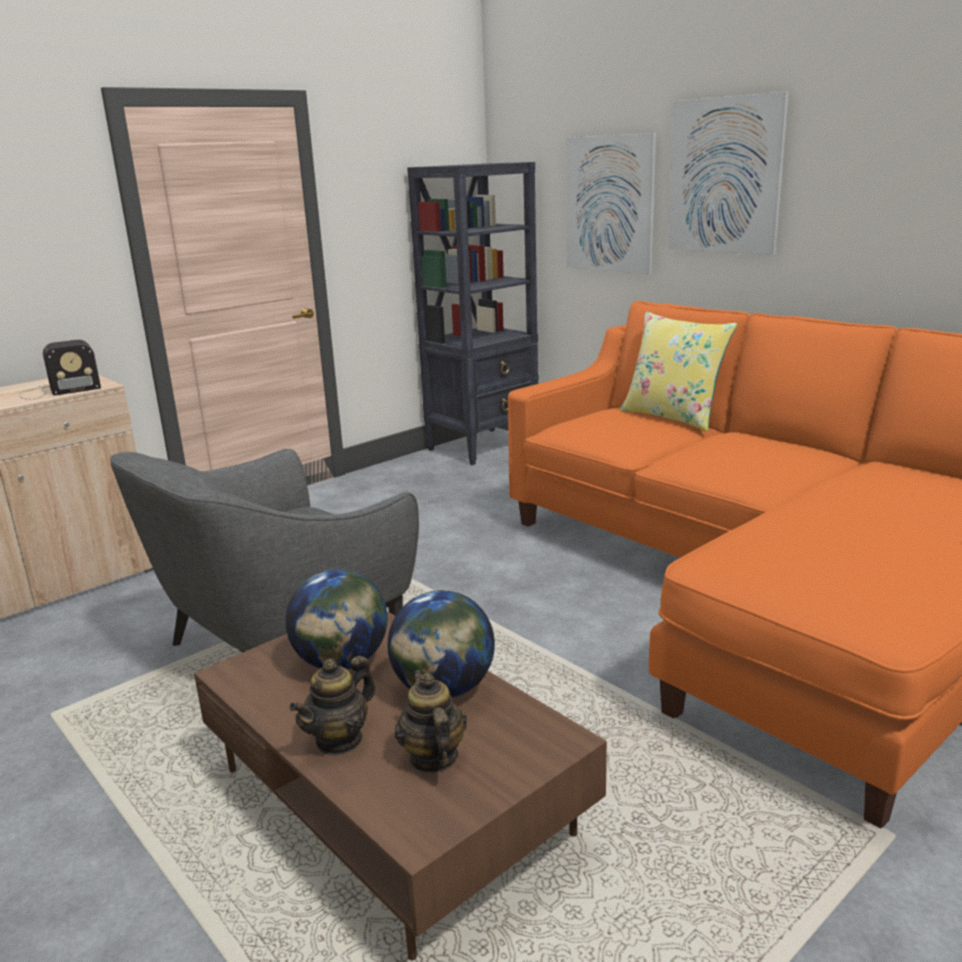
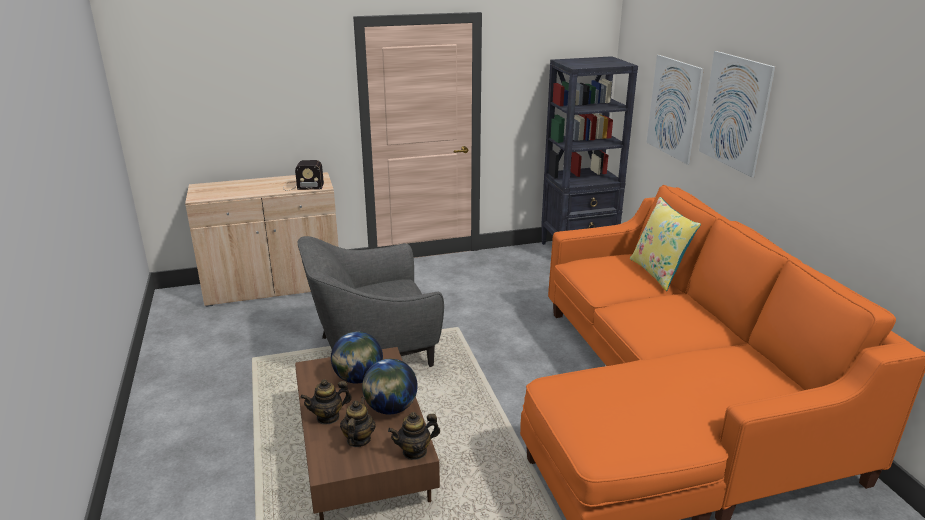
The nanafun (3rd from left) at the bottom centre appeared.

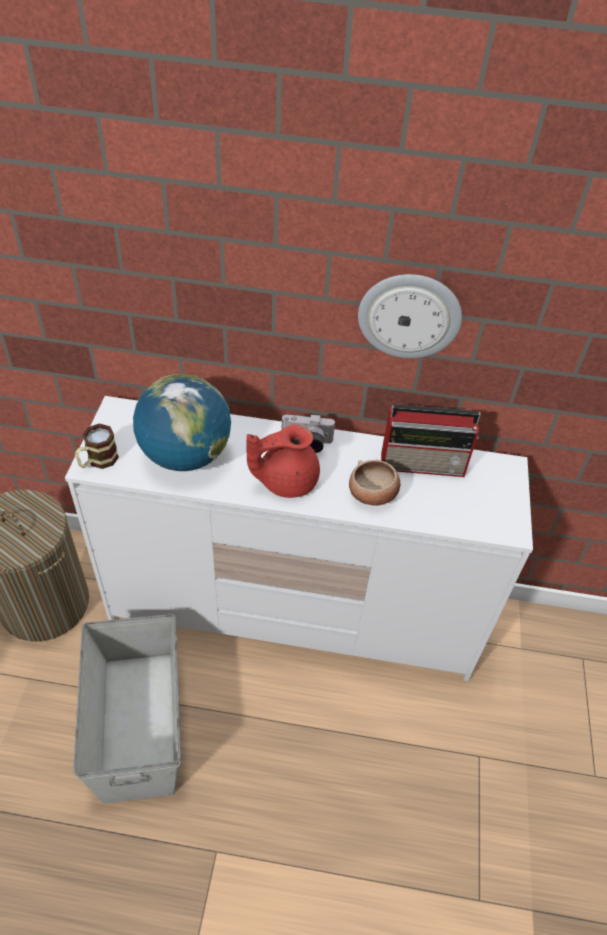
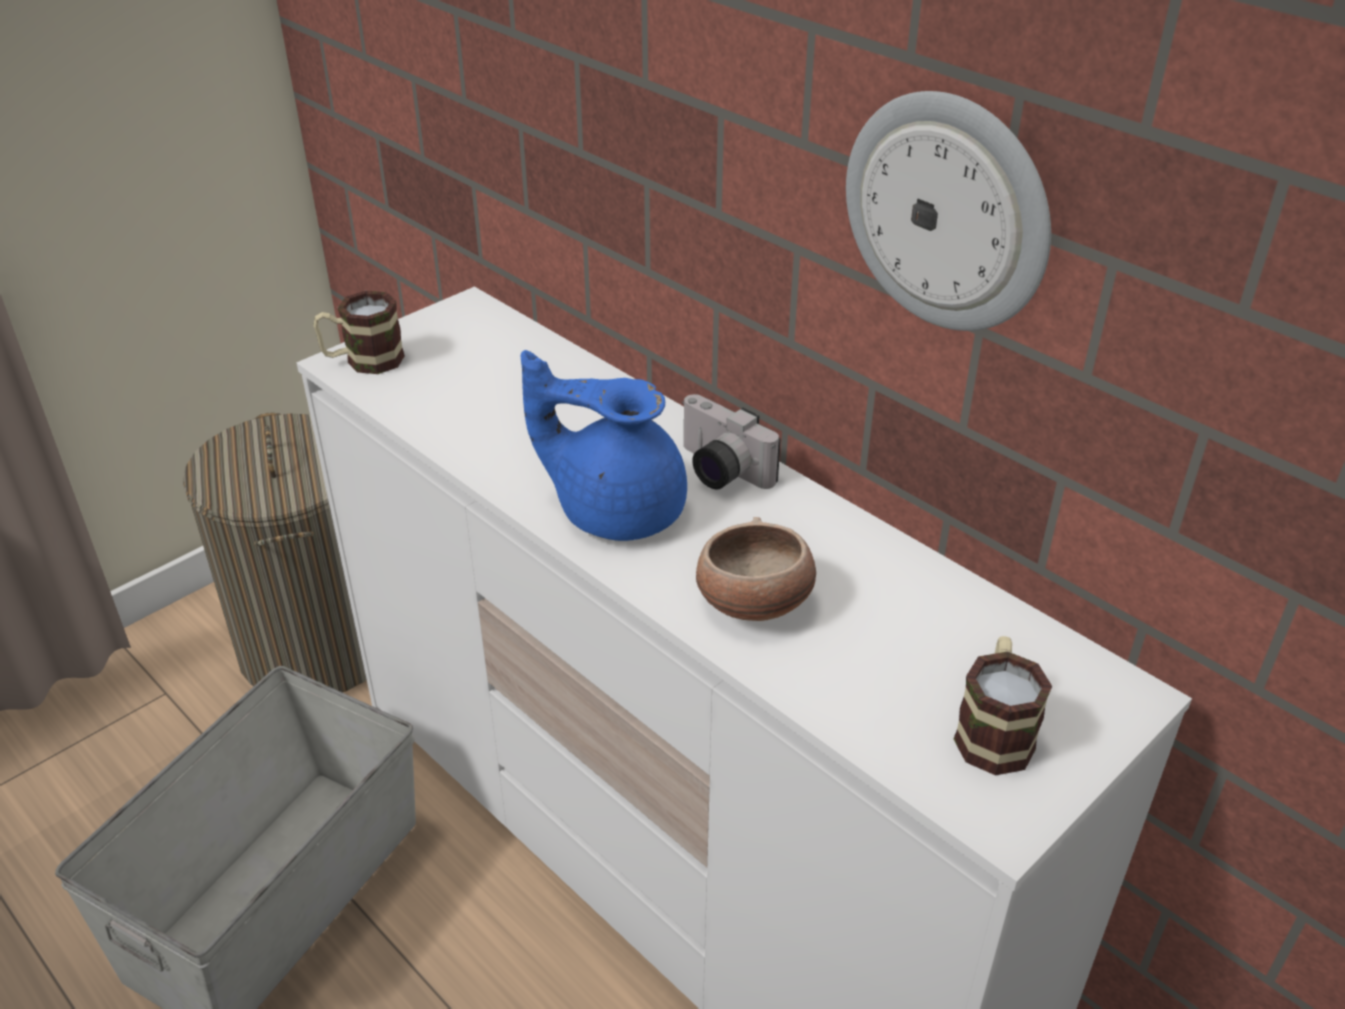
The red_nanafun at the centre became the blue_nanafun at the centre. The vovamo (2nd from left) at the bottom right appeared. The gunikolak at the middle left disappeared. The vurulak at the middle right disappeared.

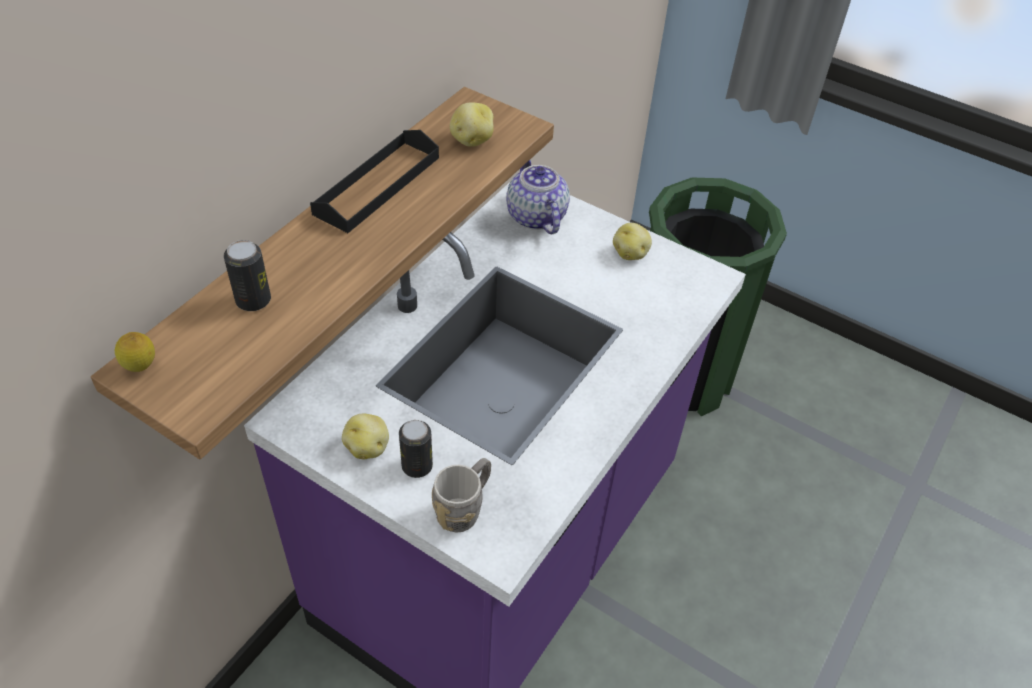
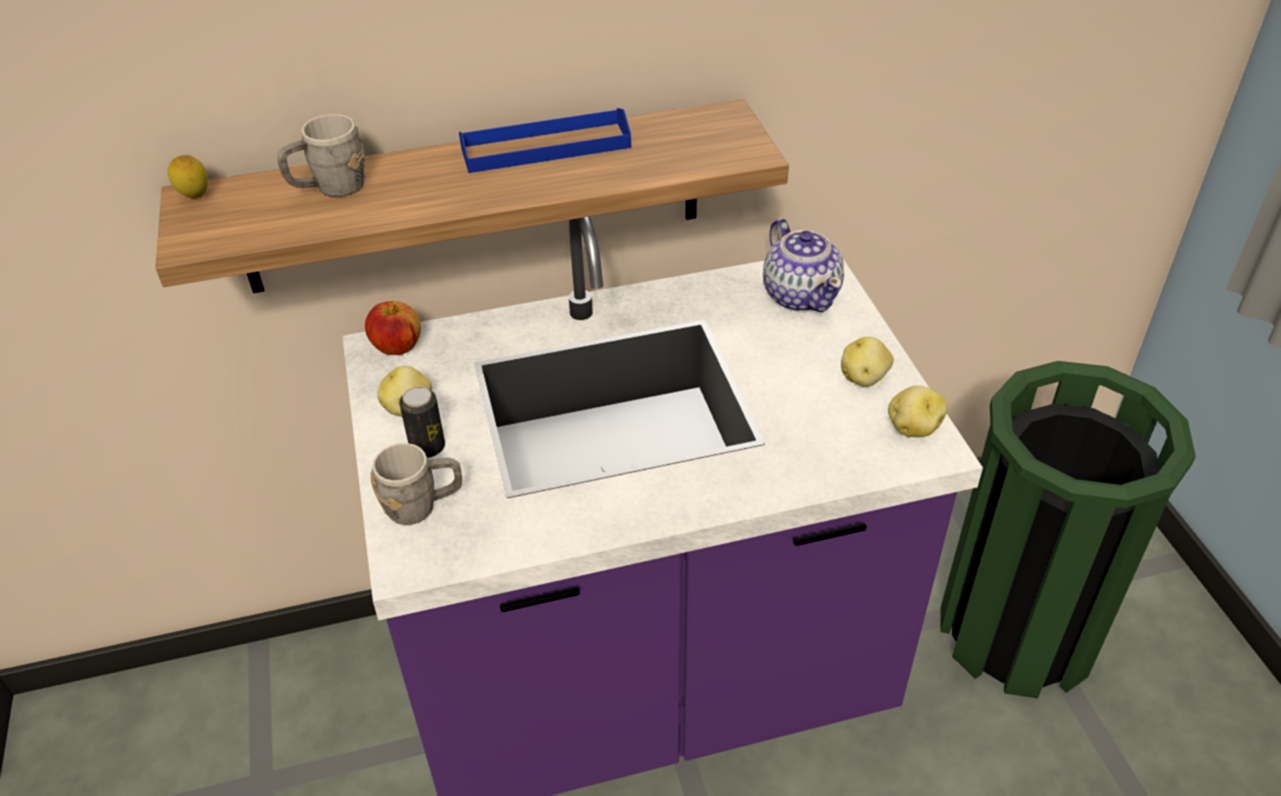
The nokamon (1st from left) at the middle left was replaced by the grey_vovamo (1st from left) at the top left. The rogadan at the middle left appeared. The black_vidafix at the top centre became the blue_vidafix at the top centre. The nanafun at the top centre turned 135 degrees clockwise. The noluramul (2nd from left in the first image) moved from the top centre to the middle right.

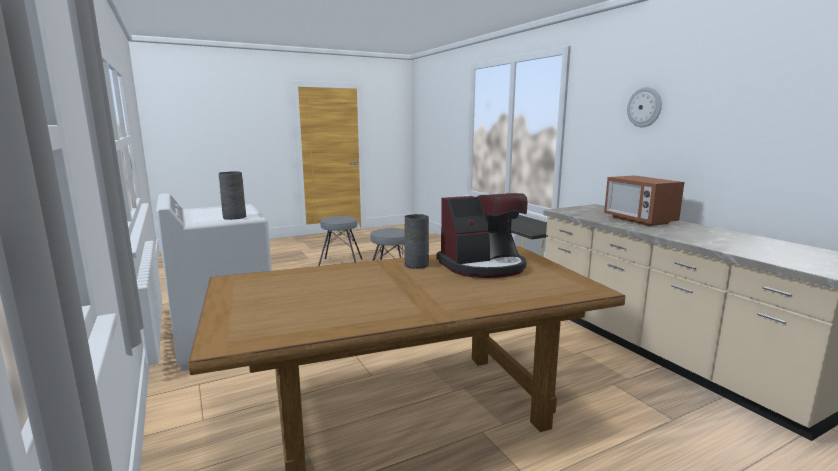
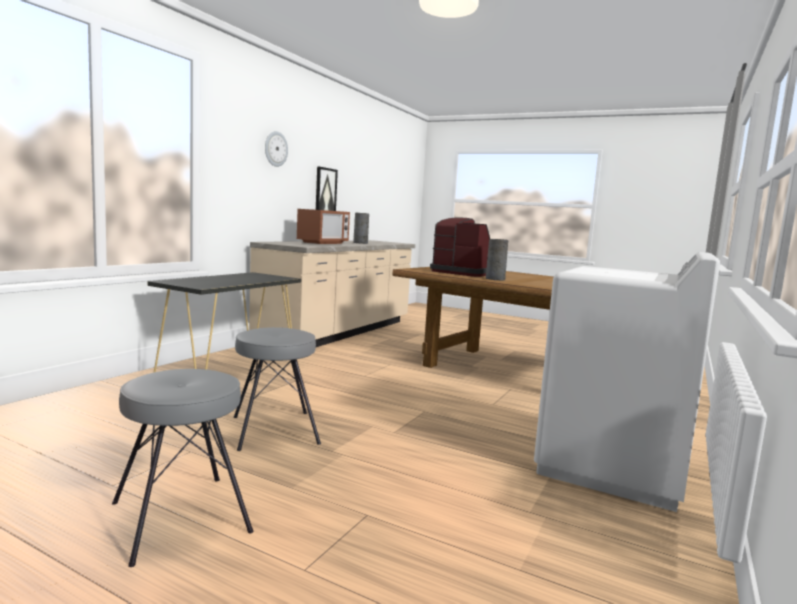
The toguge at the top centre appeared. The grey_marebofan (1st from left) moved from the middle left to the centre.

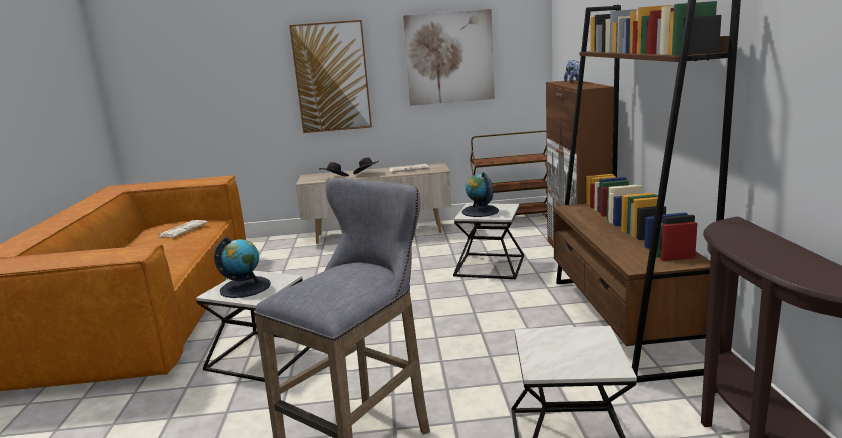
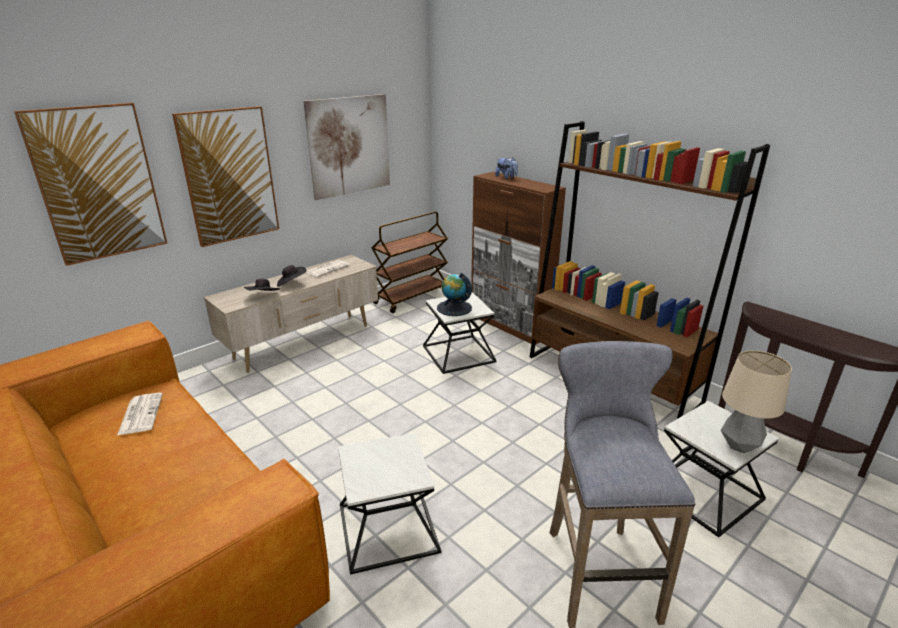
The toguge (1st from left) at the top left appeared. The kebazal at the middle right appeared. The gunikolak (1st from left) at the middle left disappeared.

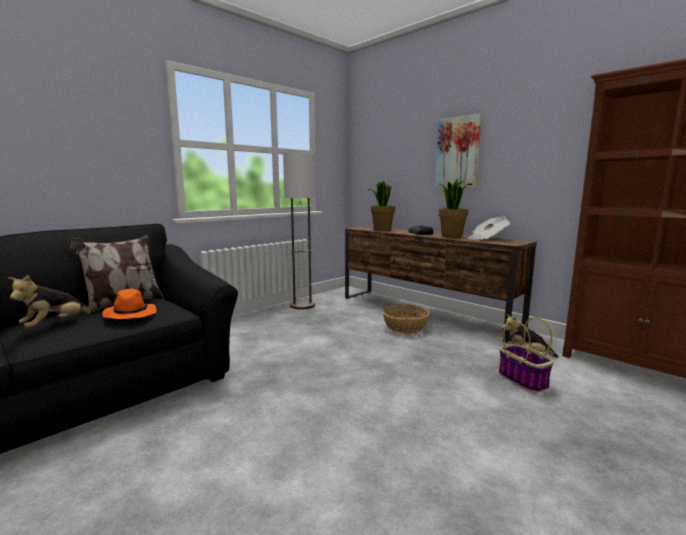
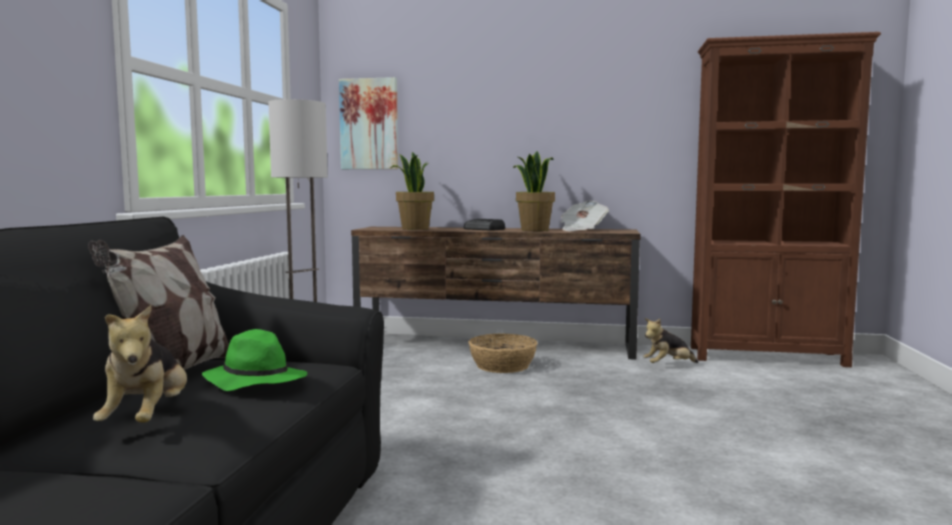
The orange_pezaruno at the middle left became the green_pezaruno at the bottom left. The toguge moved from the top right to the top centre. The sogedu (2nd from left) at the middle right disappeared.

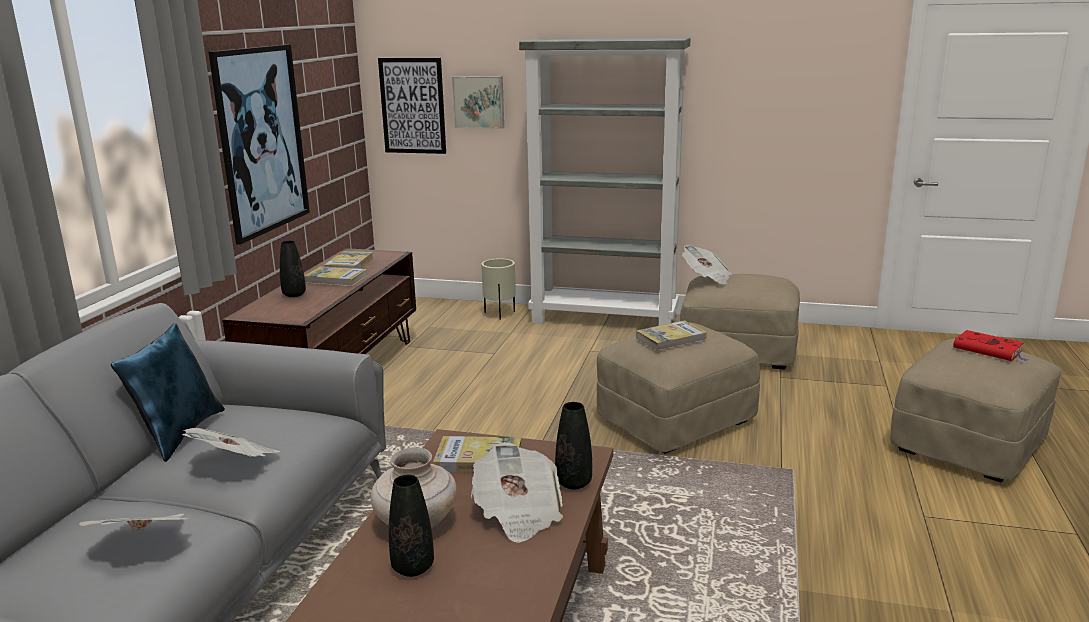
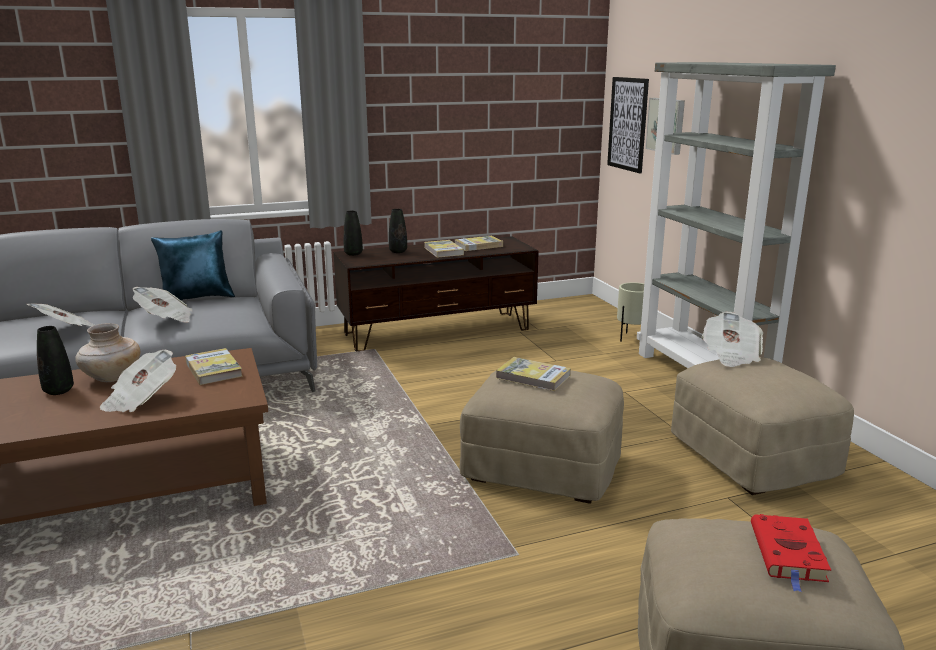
The black_marebofan (3rd from left in the first image) moved from the bottom centre to the centre. The toguge (1st from left) at the top left disappeared.

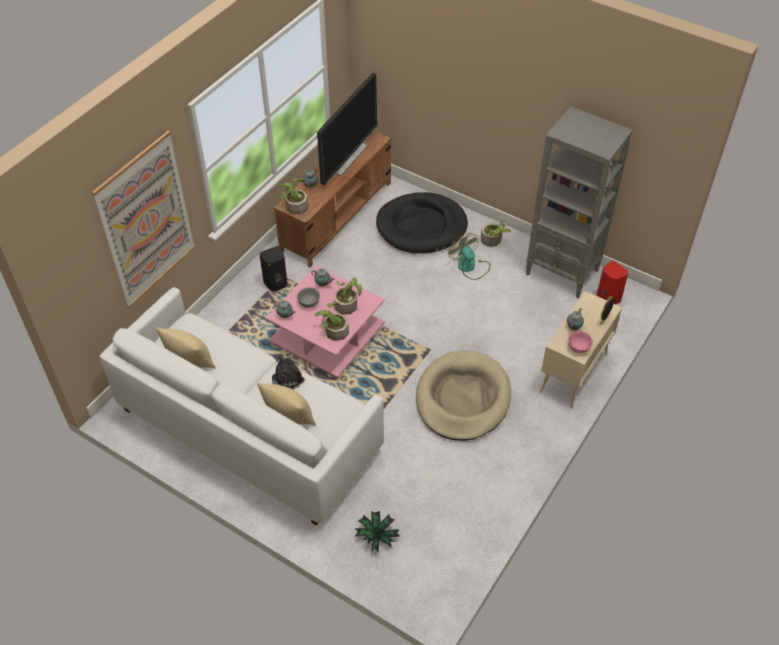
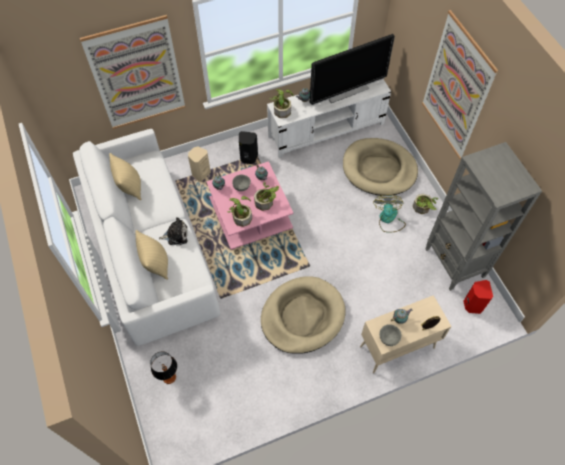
The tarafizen (4th from left) at the bottom centre was replaced by the kebazal at the bottom left. The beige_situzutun at the centre appeared. The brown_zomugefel at the top centre became the white_zomugefel at the top centre. The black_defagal at the centre became the beige_defagal (2nd from left) at the middle right. The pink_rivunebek at the middle right became the grey_rivunebek (2nd from left) at the bottom right. The toguge (2nd from left) at the top right appeared.

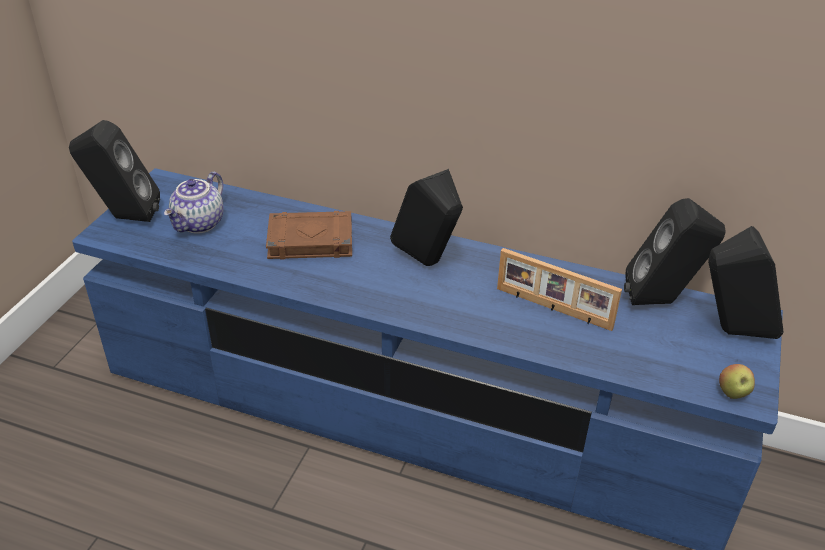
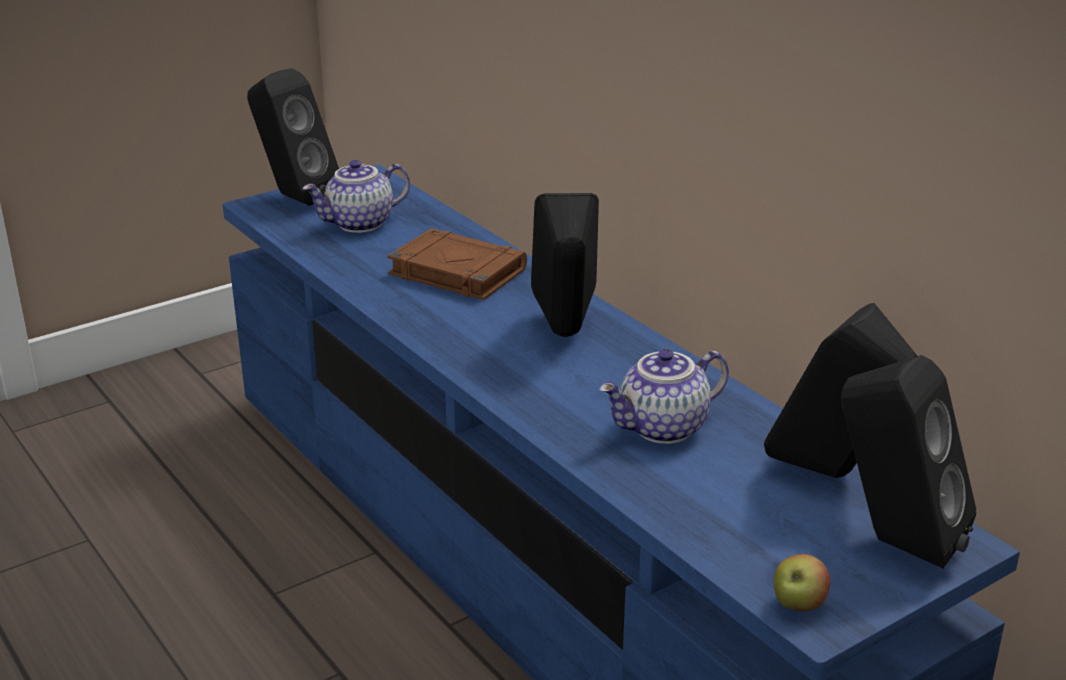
The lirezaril at the middle right was replaced by the nanafun (2nd from left) at the centre.

